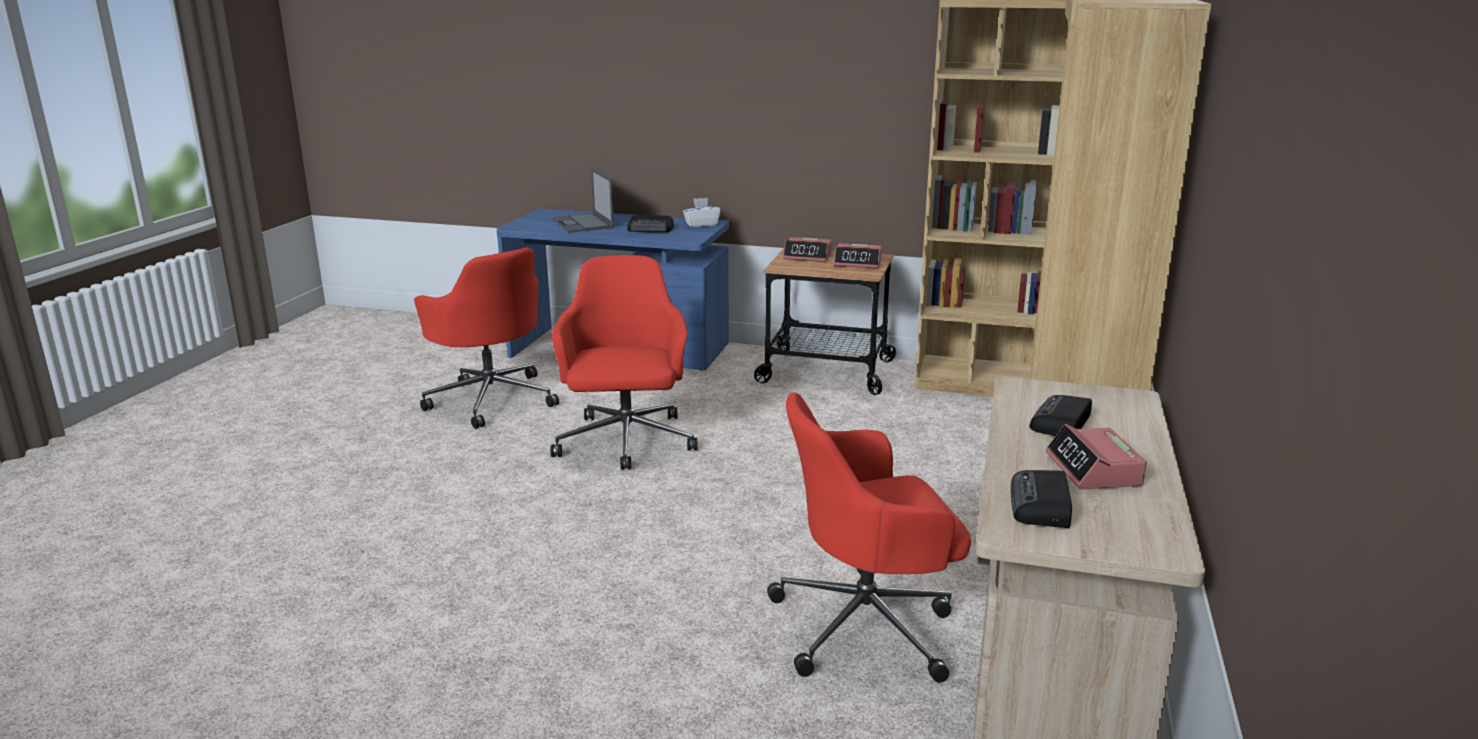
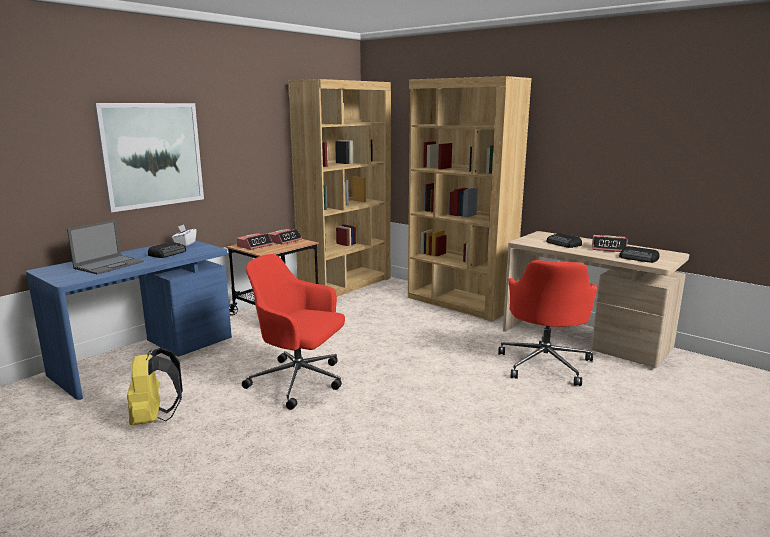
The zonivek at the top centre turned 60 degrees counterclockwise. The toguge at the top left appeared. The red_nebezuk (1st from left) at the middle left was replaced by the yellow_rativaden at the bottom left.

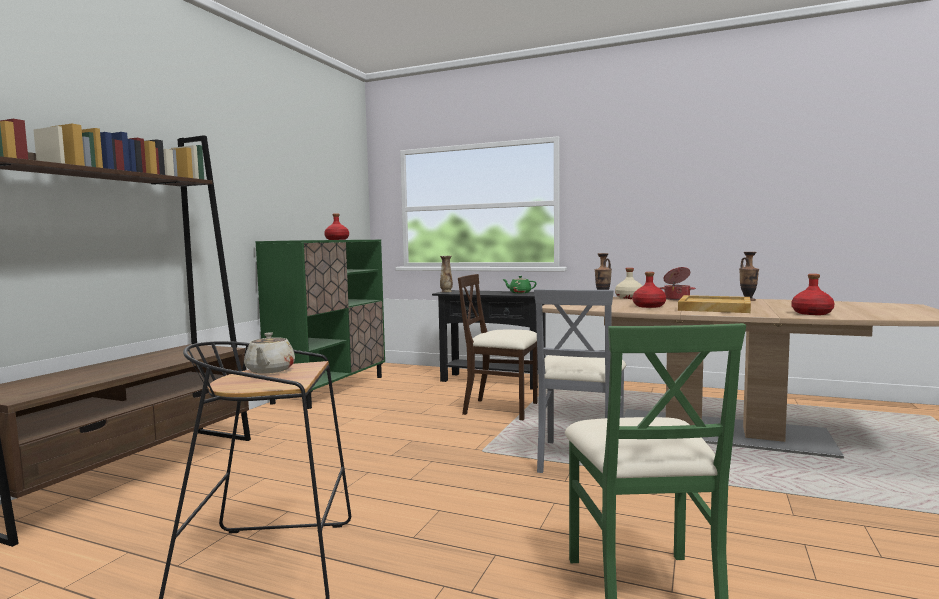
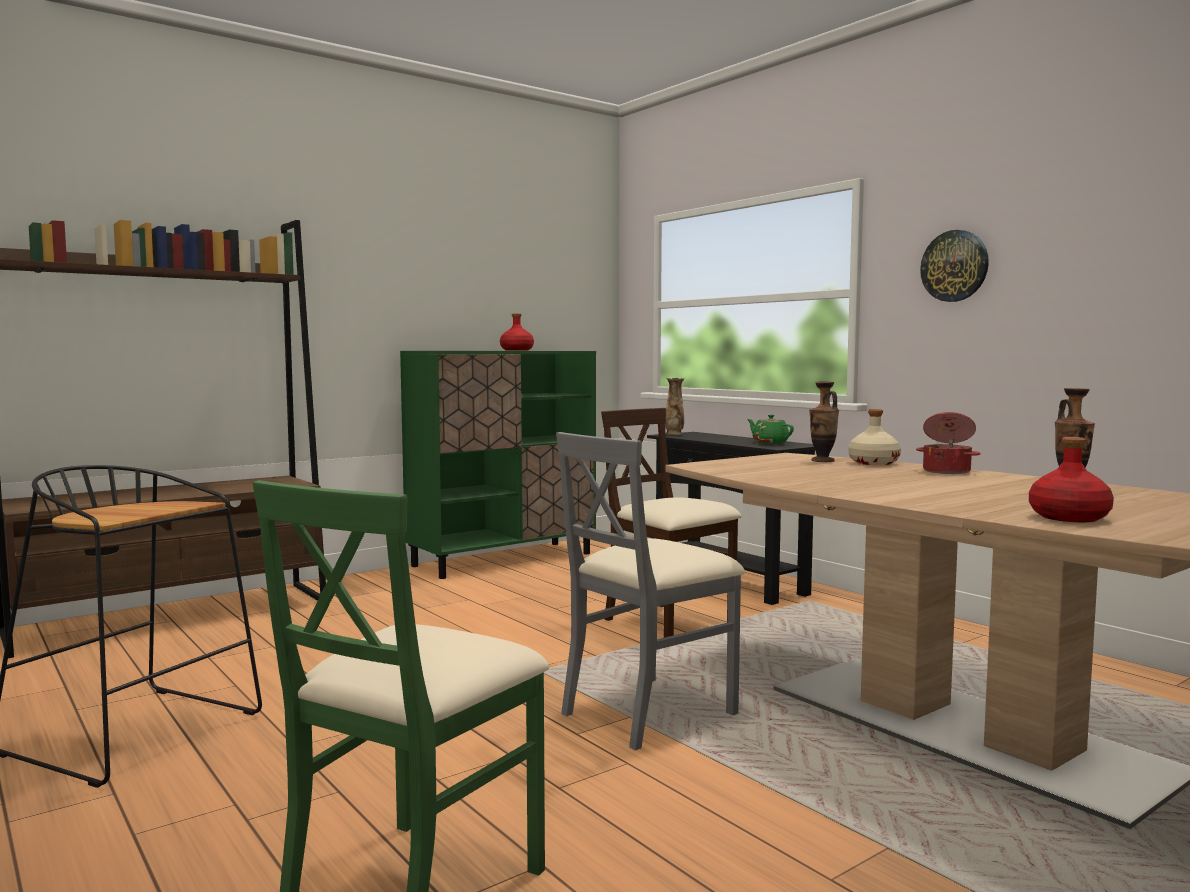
The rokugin at the top right appeared. The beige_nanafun at the middle left disappeared. The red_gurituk (2nd from left) at the middle right disappeared. The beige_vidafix at the middle right disappeared.

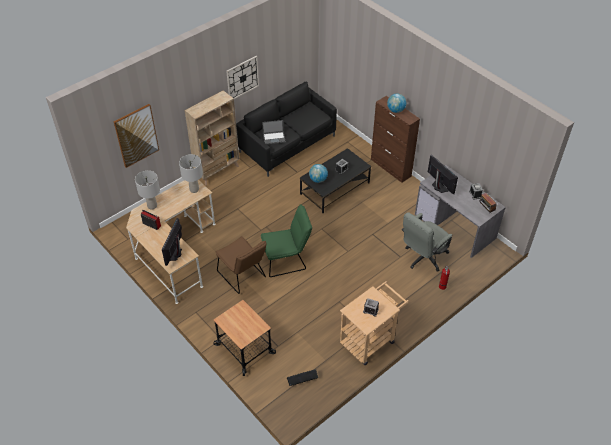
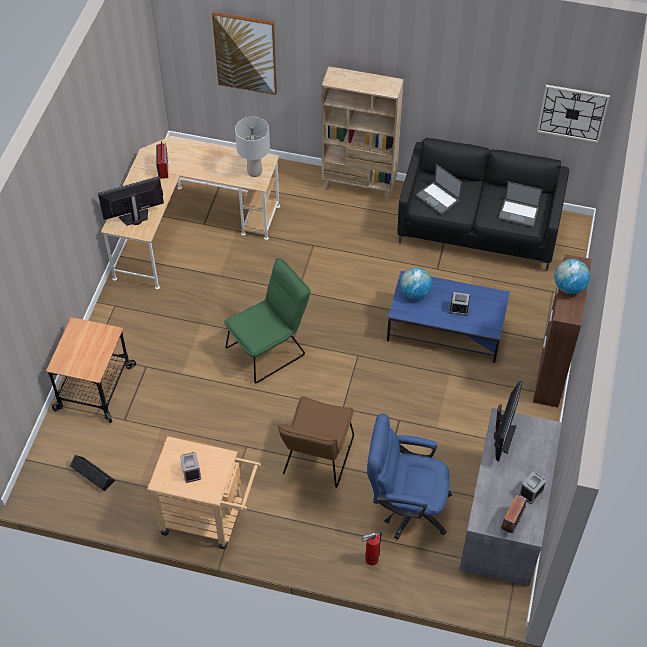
The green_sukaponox at the centre turned 75 degrees counterclockwise. The brown_sukaponox moved from the centre to the bottom centre. The grey_nebezuk at the middle right became the blue_nebezuk at the bottom centre. The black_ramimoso at the centre became the blue_ramimoso at the middle right. The zonivek (2nd from left) at the top right appeared. The rokugin moved from the top centre to the top right. The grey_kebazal (1st from left) at the middle left disappeared.

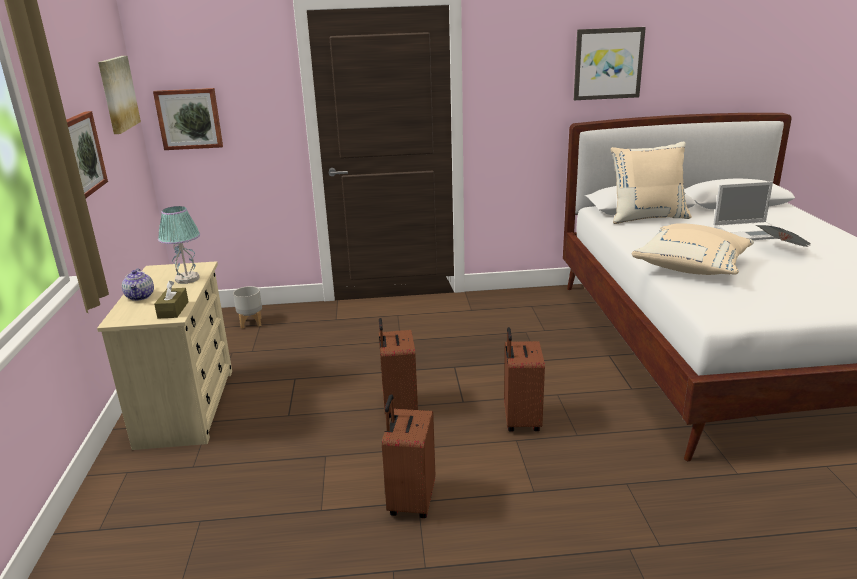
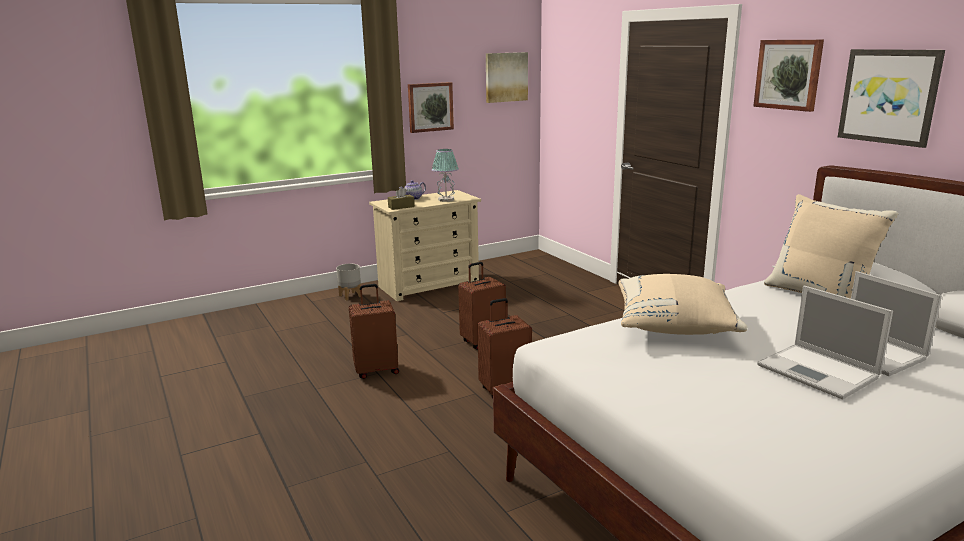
The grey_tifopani moved from the middle left to the centre. The toguge (3rd from left) moved from the top left to the top right. The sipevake at the middle right was replaced by the zonivek (1st from left) at the middle right.

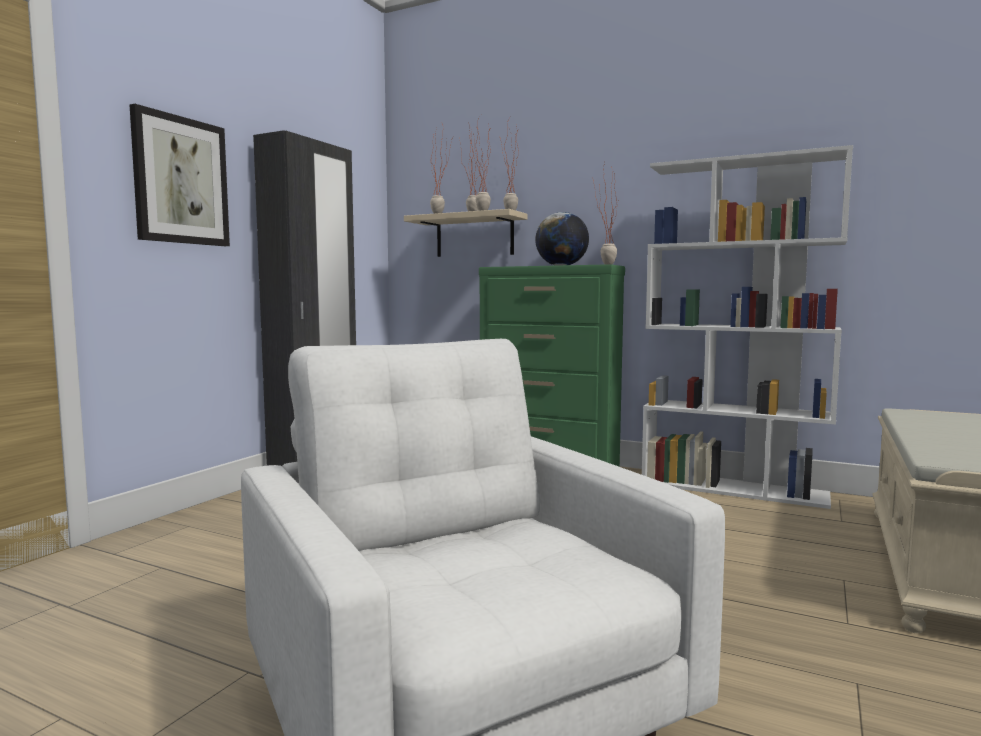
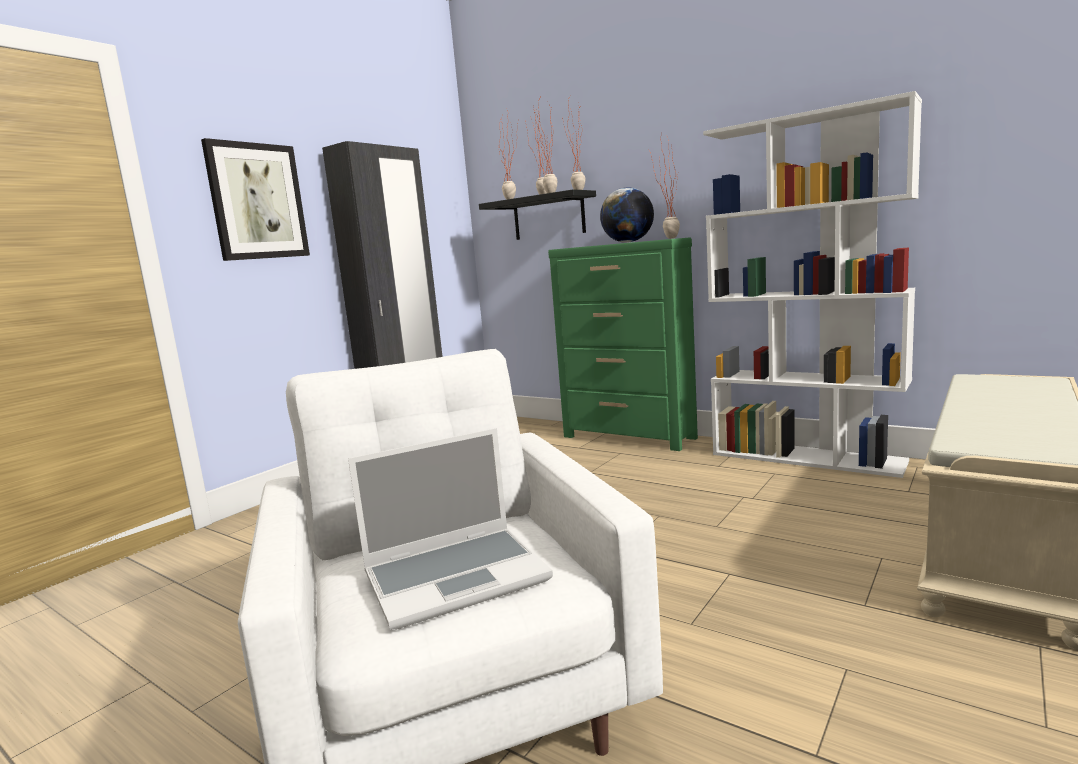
The zonivek at the bottom centre appeared. The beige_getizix at the top centre became the black_getizix at the top centre.

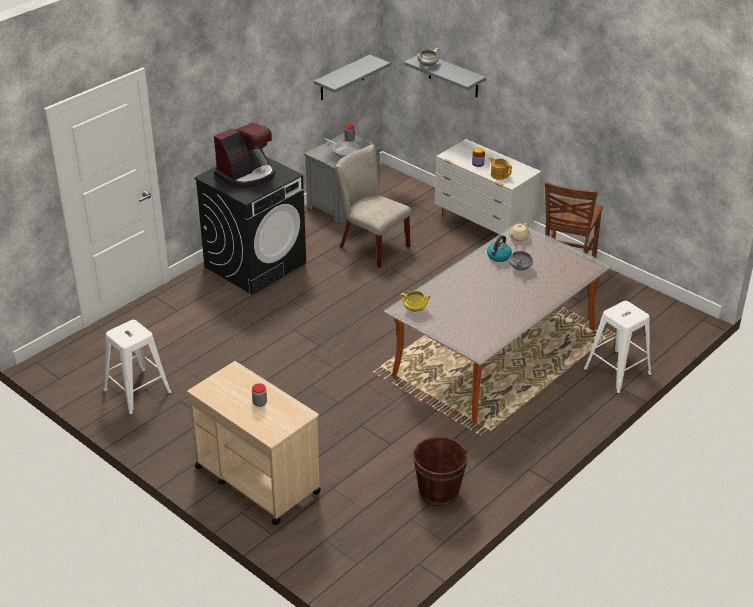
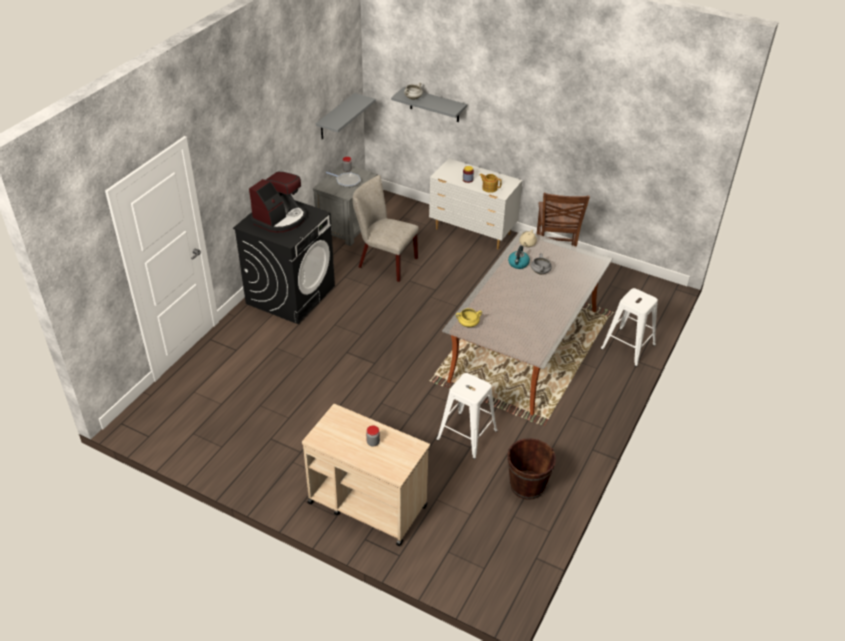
The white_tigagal (1st from left) moved from the middle left to the centre.

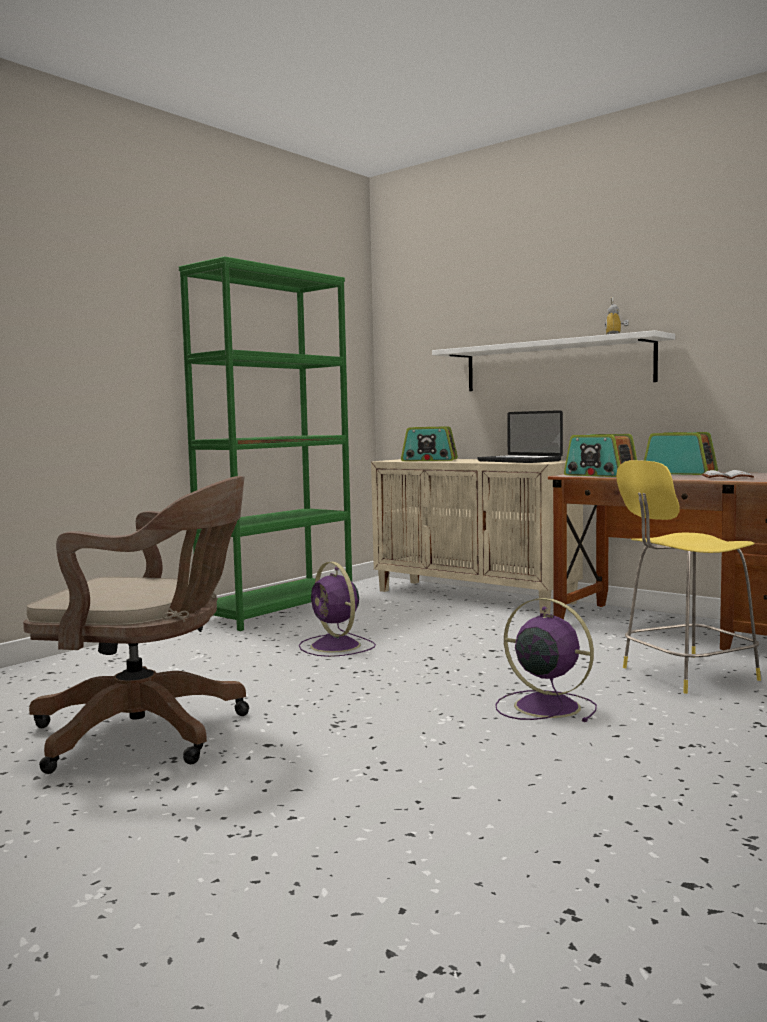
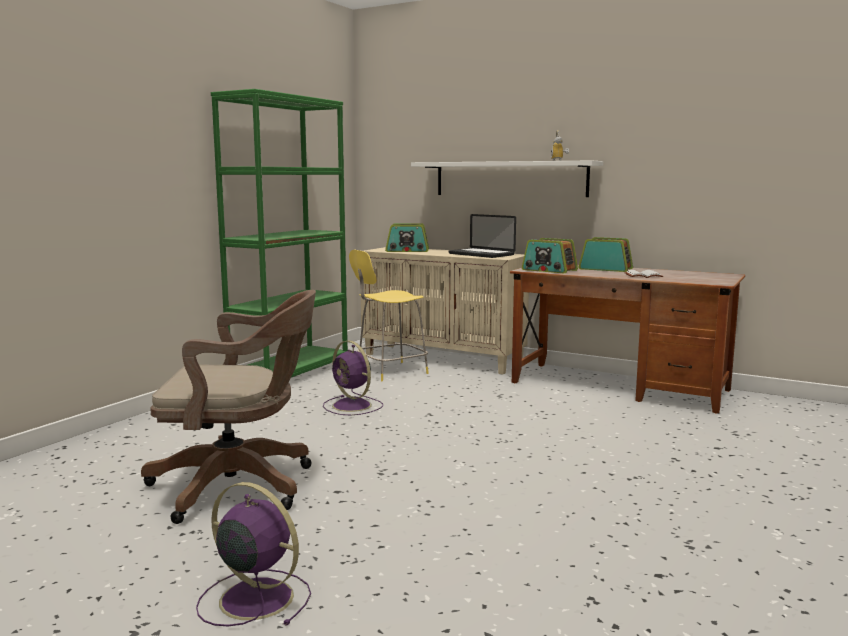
The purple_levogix (2nd from left in the first image) moved from the middle right to the bottom left. The yellow_tigagal moved from the middle right to the centre.

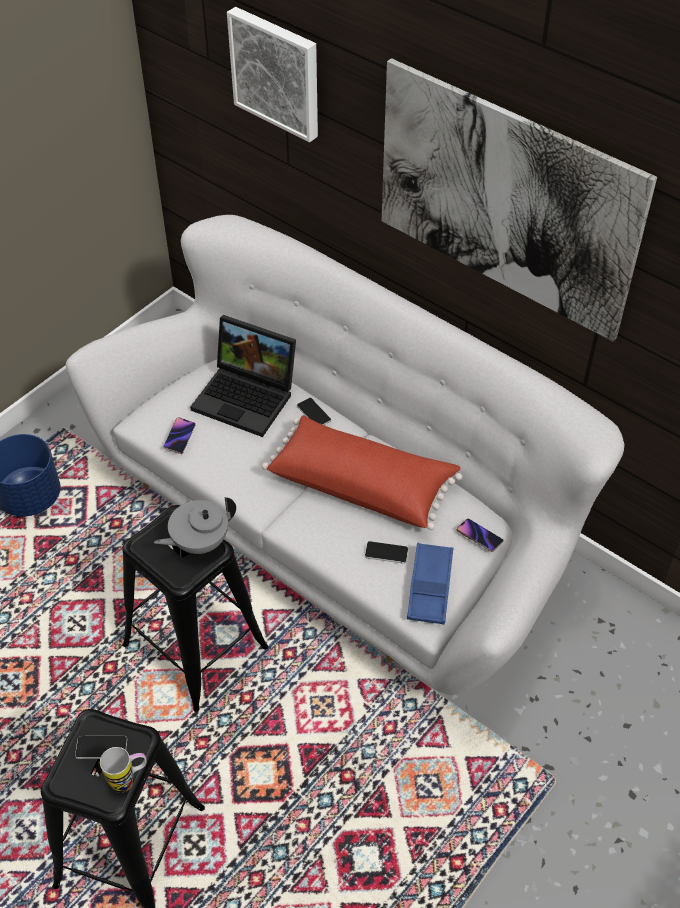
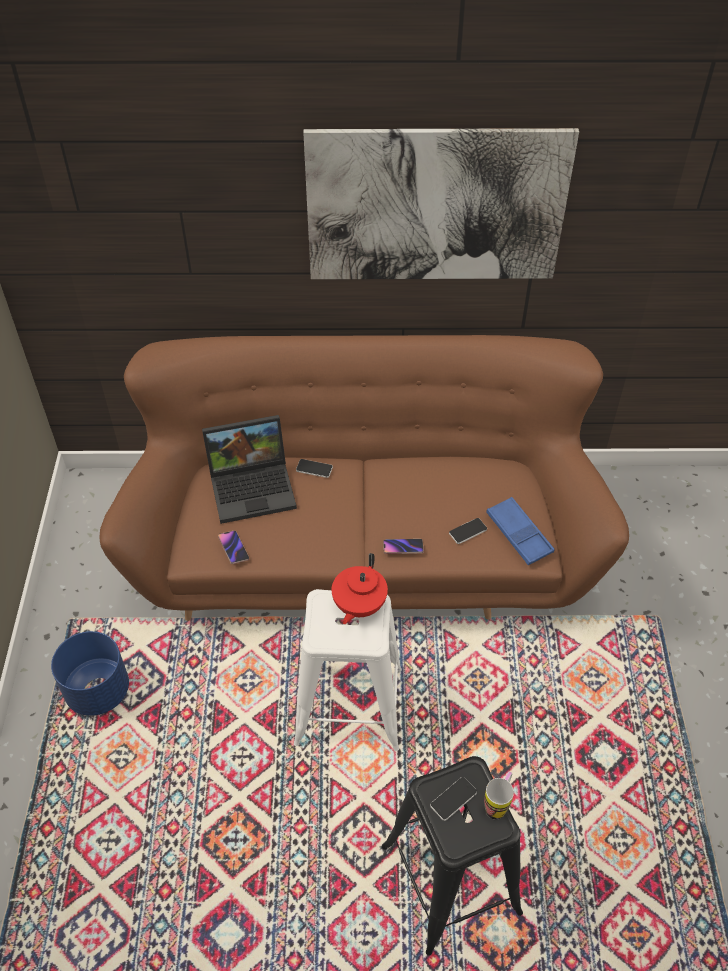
The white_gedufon at the centre became the brown_gedufon at the centre. The black_tigagal (2nd from left) at the bottom left became the white_tigagal at the bottom centre. The grey_nanafun at the middle left became the red_nanafun at the centre. The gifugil (5th from left in the first image) moved from the middle right to the centre. The toguge (1st from left) at the top centre disappeared. The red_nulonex at the centre disappeared.

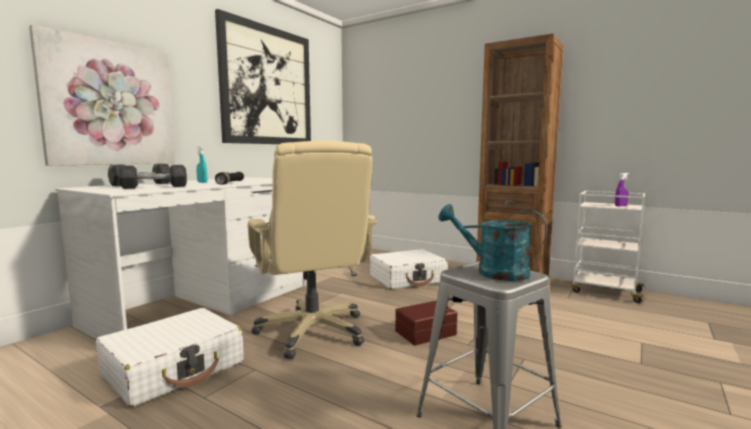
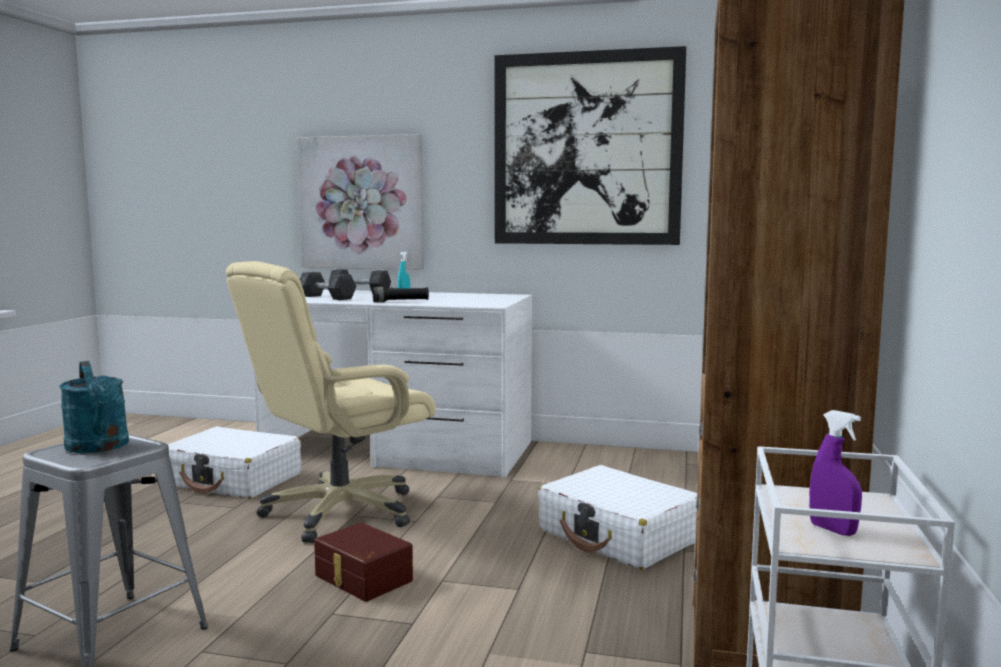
The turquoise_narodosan at the centre turned 135 degrees clockwise.

